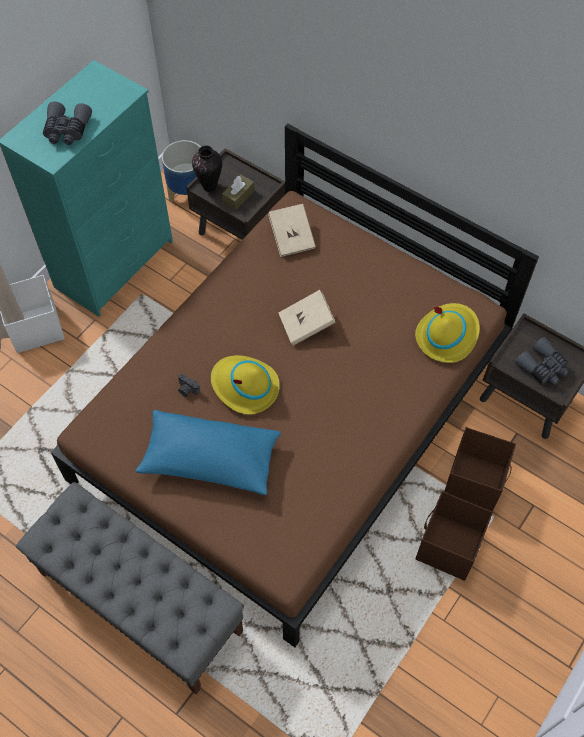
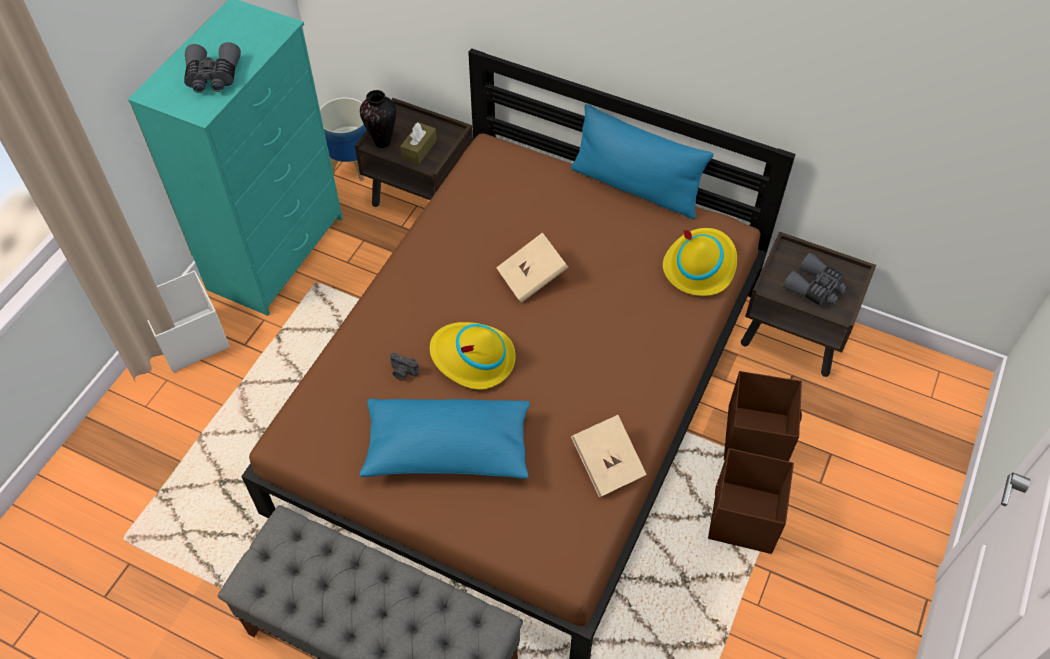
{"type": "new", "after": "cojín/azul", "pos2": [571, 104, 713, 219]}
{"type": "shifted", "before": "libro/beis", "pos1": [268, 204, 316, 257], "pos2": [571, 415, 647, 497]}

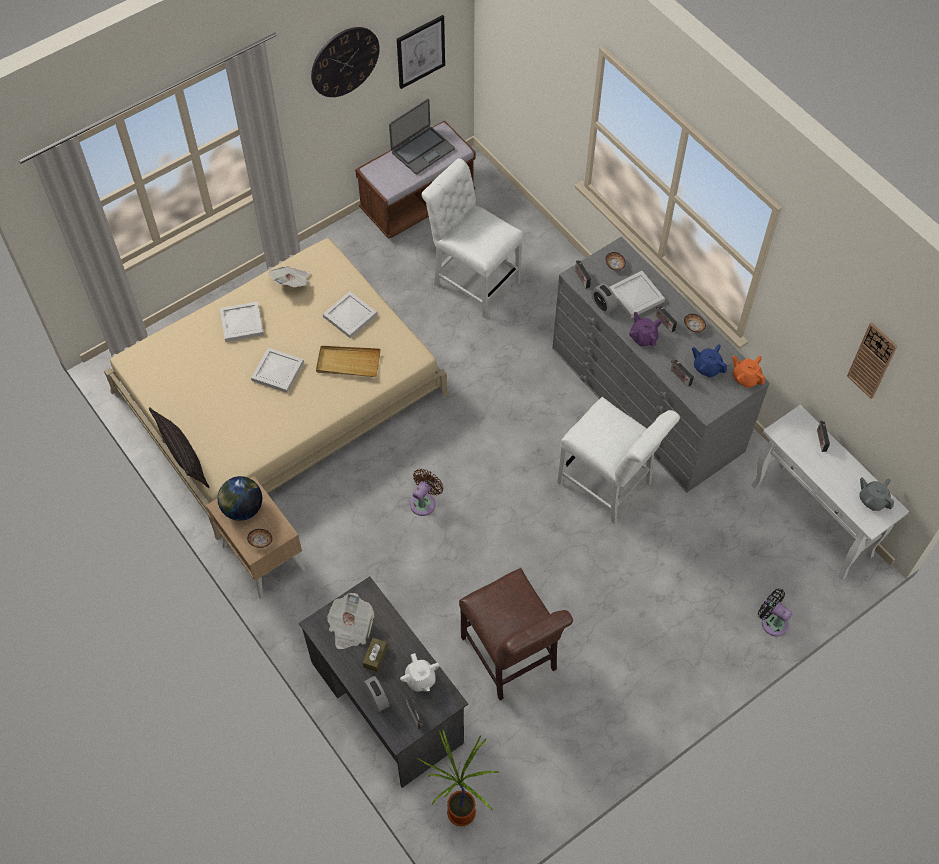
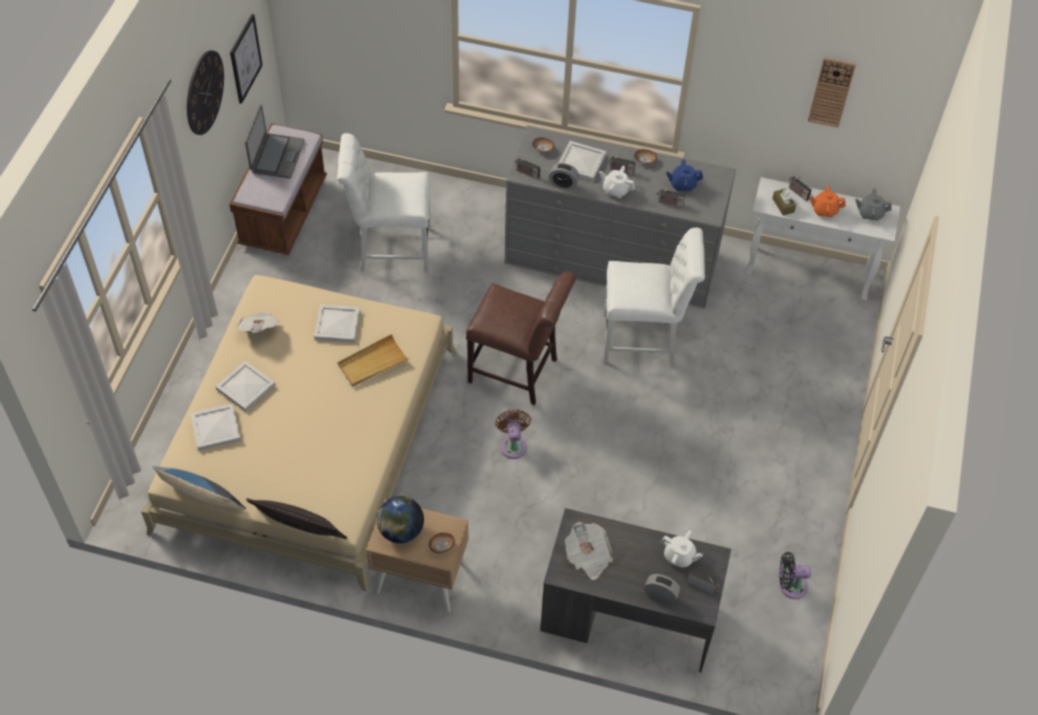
{"type": "gone", "before": "planta en maceta", "pos1": [418, 730, 499, 826]}
{"type": "new", "after": "cojín", "pos2": [152, 466, 246, 510]}
{"type": "shifted", "before": "bandeja/blanco", "pos1": [251, 348, 304, 393], "pos2": [190, 404, 241, 451]}
{"type": "shifted", "before": "caja de pañuelos/marrón", "pos1": [363, 638, 387, 672], "pos2": [772, 188, 796, 215]}
{"type": "shifted", "before": "silla/marrón", "pos1": [459, 568, 573, 700], "pos2": [466, 272, 576, 405]}
{"type": "shifted", "before": "tetera/naranja", "pos1": [732, 356, 765, 388], "pos2": [809, 185, 846, 217]}
{"type": "shifted", "before": "ventilador/negro", "pos1": [758, 588, 792, 637], "pos2": [779, 552, 811, 599]}
{"type": "repainted", "before": "tetera/morado", "after": "tetera/blanco", "pos1": [629, 312, 662, 347], "pos2": [599, 166, 635, 198]}

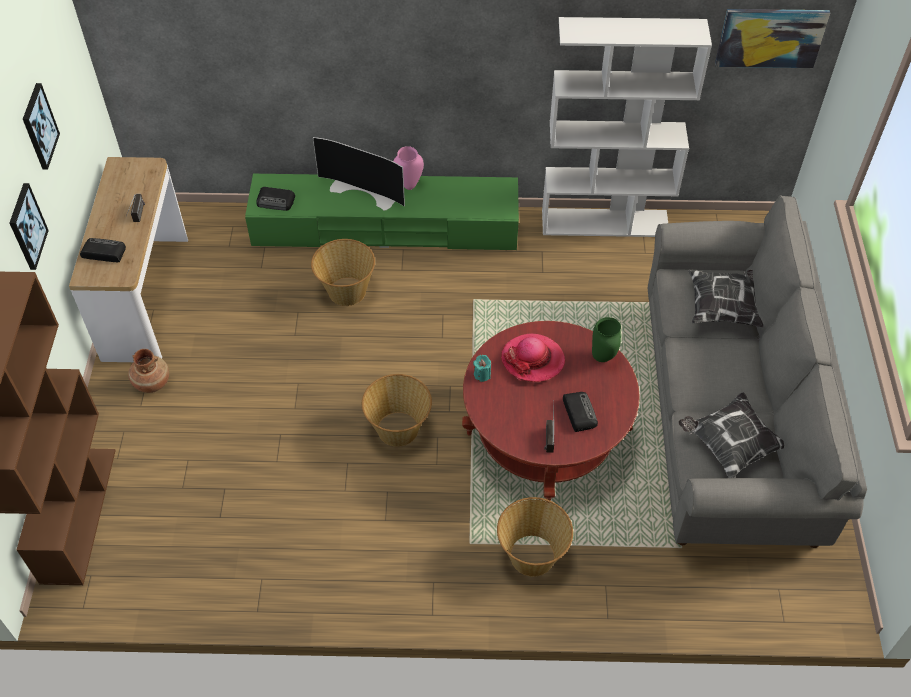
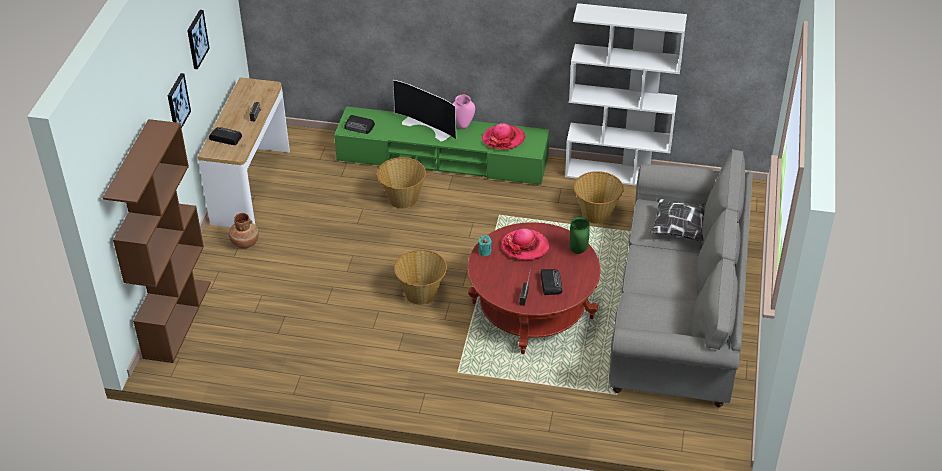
{"type": "gone", "before": "cojín", "pos1": [678, 392, 784, 478]}
{"type": "gone", "before": "cuadro", "pos1": [715, 9, 830, 68]}
{"type": "new", "after": "sombrero", "pos2": [482, 123, 525, 150]}
{"type": "shifted", "before": "cesta", "pos1": [497, 497, 573, 577], "pos2": [574, 171, 624, 224]}

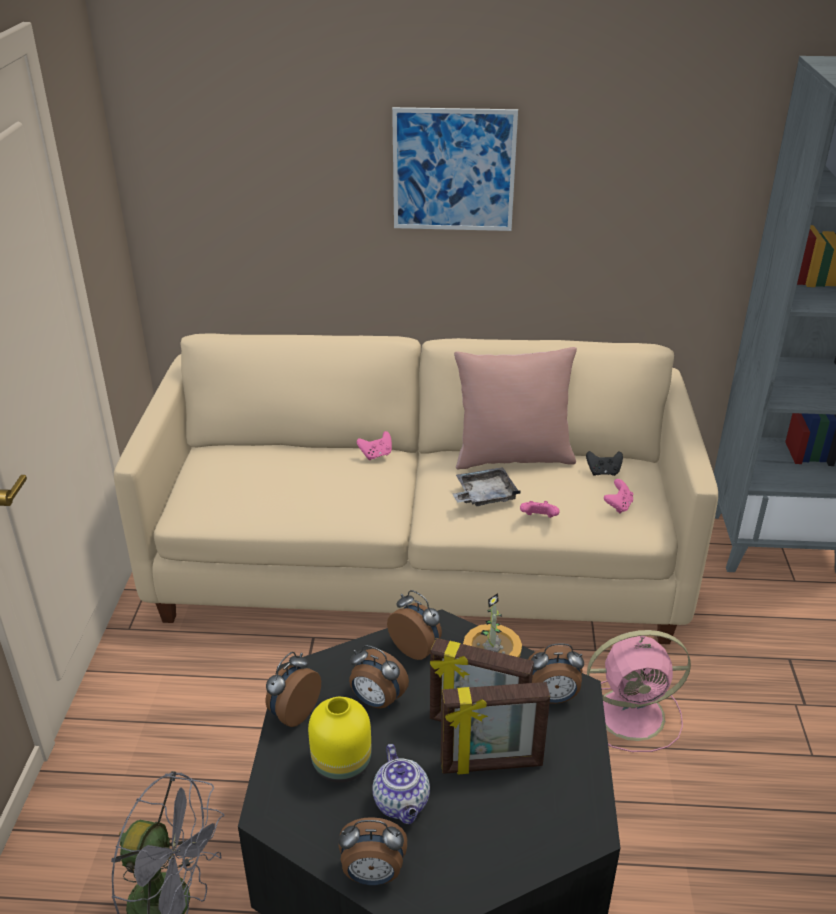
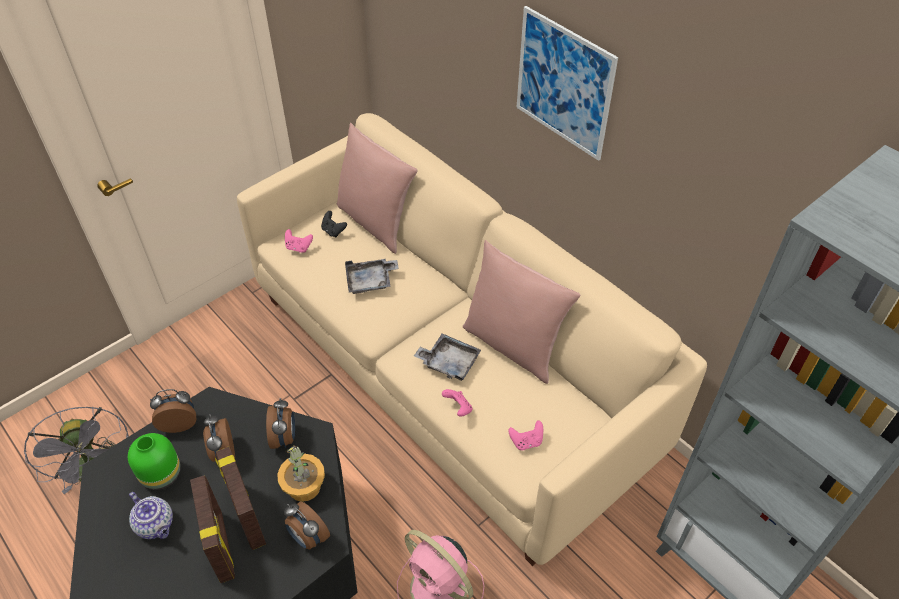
{"type": "gone", "before": "despertador", "pos1": [339, 817, 407, 885]}
{"type": "new", "after": "cojín/rosa", "pos2": [337, 123, 417, 254]}
{"type": "new", "after": "bandeja/gris", "pos2": [345, 259, 399, 294]}
{"type": "shifted", "before": "mando de consola/rosa", "pos1": [357, 431, 392, 460], "pos2": [285, 229, 313, 253]}
{"type": "shifted", "before": "mando de consola/negro", "pos1": [586, 451, 623, 476], "pos2": [321, 211, 347, 237]}
{"type": "repainted", "before": "florero/amarillo", "after": "florero/verde", "pos1": [308, 697, 371, 783], "pos2": [128, 433, 181, 490]}
{"type": "rotated", "before": "tetera", "pos1": [372, 744, 430, 824], "pos2": [129, 492, 173, 539], "turn": -75}
{"type": "rotated", "before": "portarretratos", "pos1": [441, 682, 550, 774], "pos2": [190, 476, 235, 583], "turn": -150}

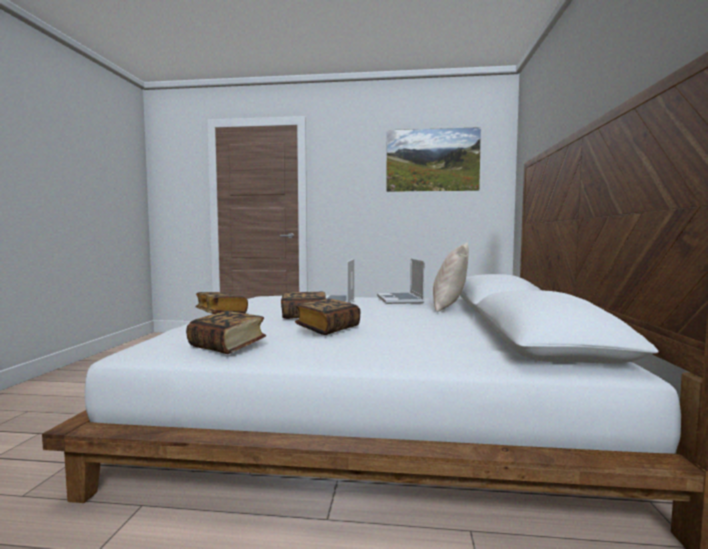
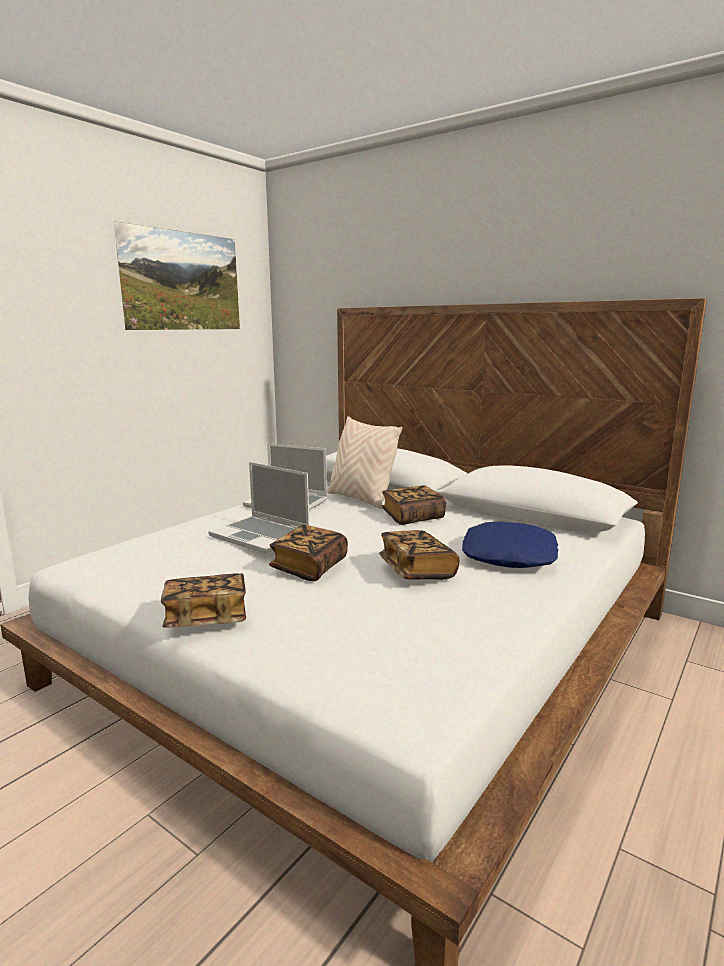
{"type": "new", "after": "cojín/azul", "pos2": [462, 521, 559, 568]}
{"type": "shifted", "before": "libro", "pos1": [186, 311, 266, 354], "pos2": [382, 485, 446, 525]}

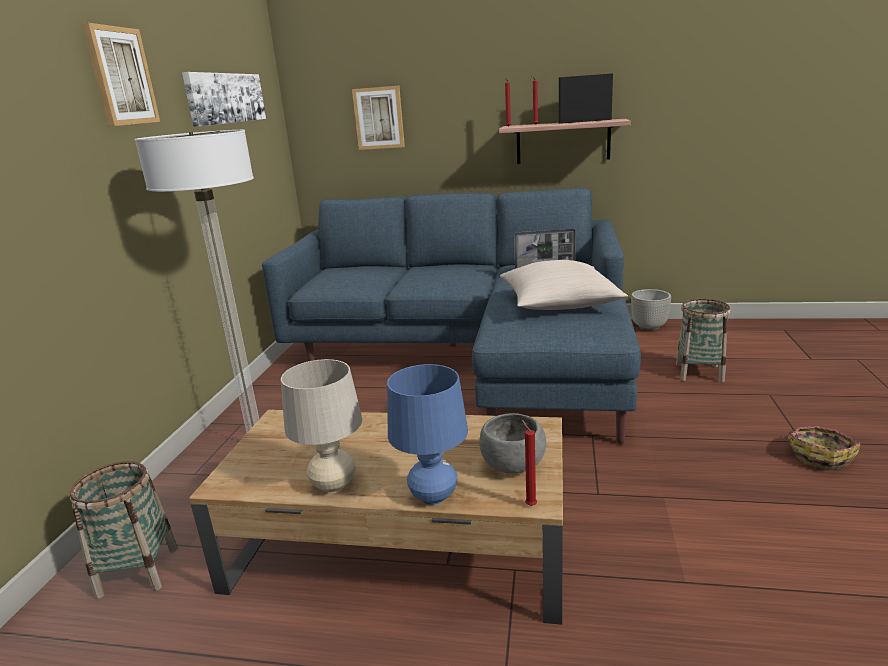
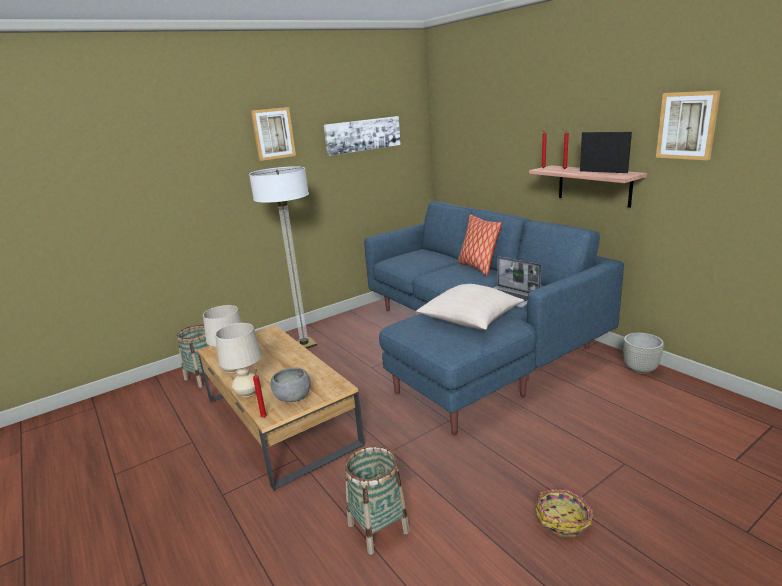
{"type": "new", "after": "cojín", "pos2": [458, 214, 502, 276]}
{"type": "shifted", "before": "cuadro", "pos1": [352, 86, 405, 150], "pos2": [656, 90, 721, 160]}
{"type": "shifted", "before": "cesta", "pos1": [676, 299, 731, 382], "pos2": [345, 445, 410, 555]}
{"type": "repainted", "before": "lámpara de mesa/azul", "after": "lámpara de mesa/beis", "pos1": [387, 364, 468, 505], "pos2": [215, 323, 262, 397]}

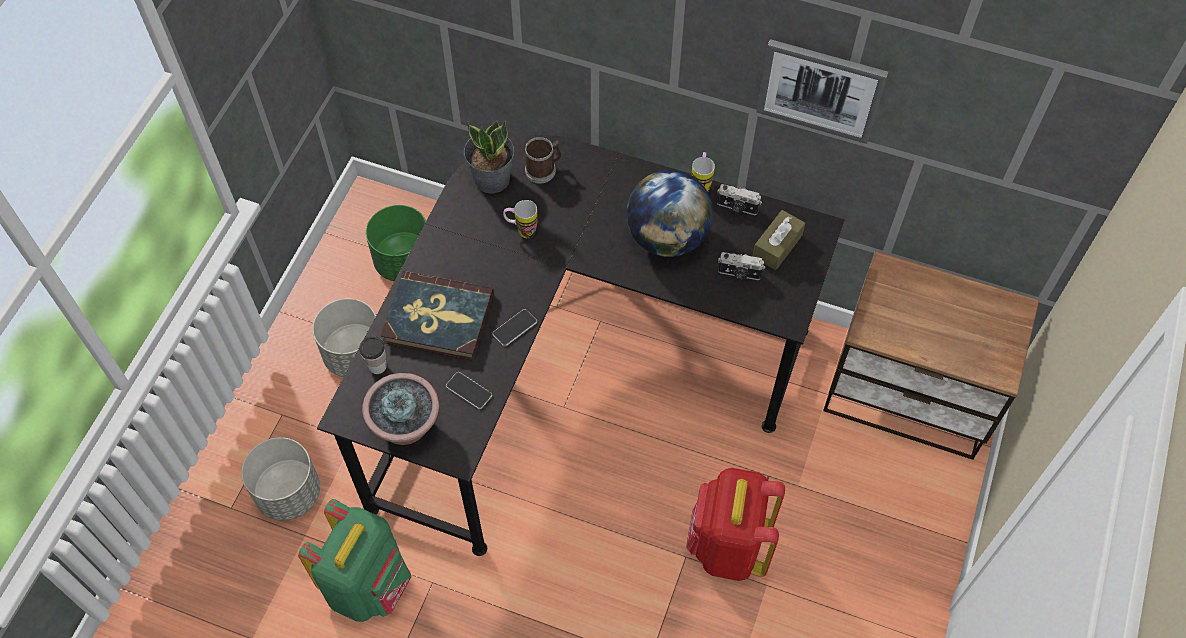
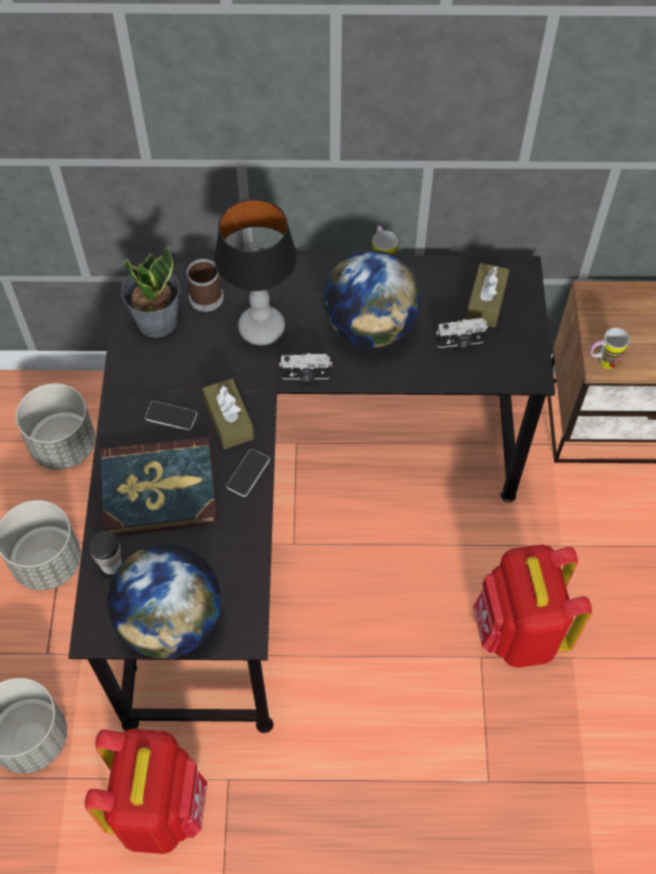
{"type": "gone", "before": "cuadro", "pos1": [756, 39, 888, 144]}
{"type": "new", "after": "caja de pañuelos/marrón", "pos2": [202, 378, 254, 449]}
{"type": "new", "after": "lámpara de mesa", "pos2": [214, 199, 297, 345]}
{"type": "shifted", "before": "móvil", "pos1": [446, 372, 492, 409], "pos2": [145, 401, 197, 430]}
{"type": "shifted", "before": "taza grande", "pos1": [503, 200, 538, 238], "pos2": [590, 328, 630, 369]}
{"type": "shifted", "before": "cámara", "pos1": [717, 184, 762, 215], "pos2": [279, 353, 332, 382]}
{"type": "swapped", "before": "planta en maceta", "after": "globo terráqueo", "pos1": [362, 373, 439, 445], "pos2": [107, 544, 221, 658]}
{"type": "repainted", "before": "mochila/verde", "after": "mochila/rojo", "pos1": [298, 499, 412, 622], "pos2": [85, 729, 207, 854]}
{"type": "repainted", "before": "maceta/verde", "after": "maceta/gris", "pos1": [366, 205, 426, 281], "pos2": [16, 383, 95, 470]}

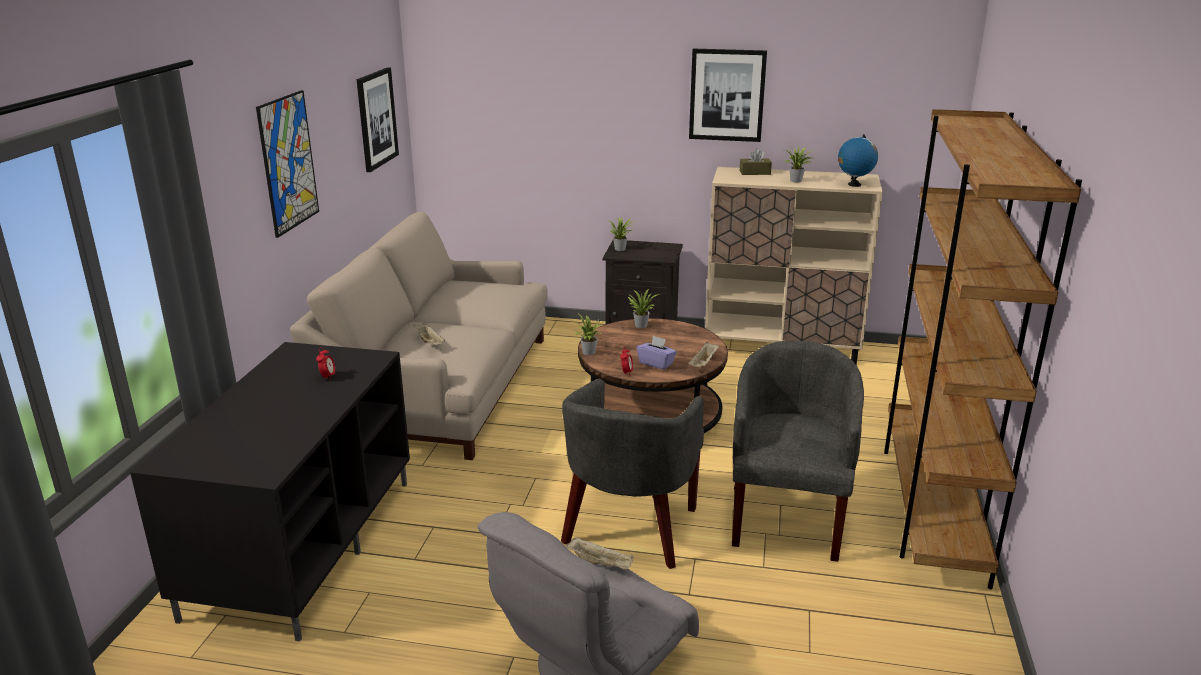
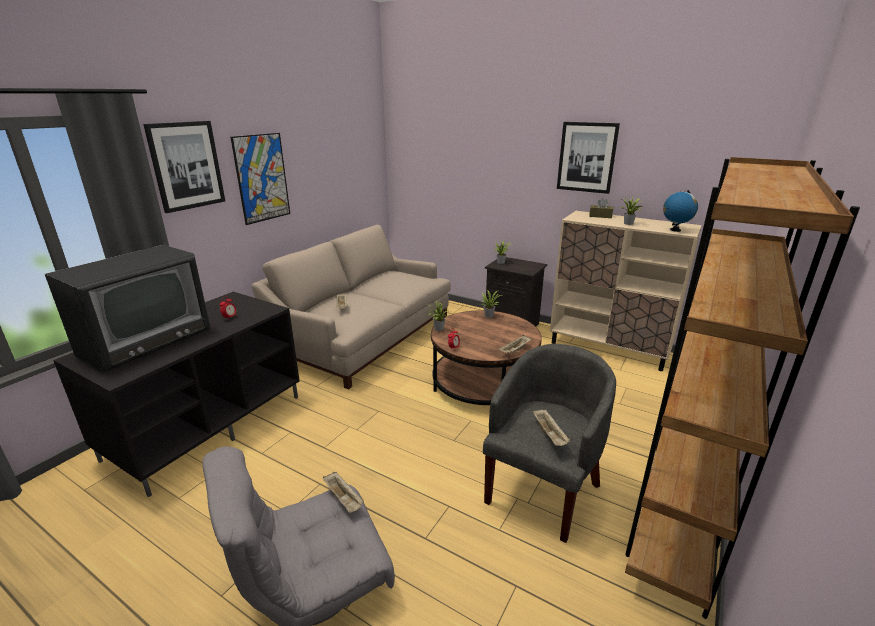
{"type": "gone", "before": "sillón/gris", "pos1": [561, 379, 704, 569]}
{"type": "gone", "before": "caja de pañuelos/morado", "pos1": [637, 336, 677, 370]}
{"type": "new", "after": "televisor", "pos2": [45, 245, 211, 373]}
{"type": "new", "after": "bandeja/beis", "pos2": [532, 409, 570, 446]}
{"type": "shifted", "before": "cuadro", "pos1": [357, 67, 399, 172], "pos2": [143, 121, 225, 213]}

